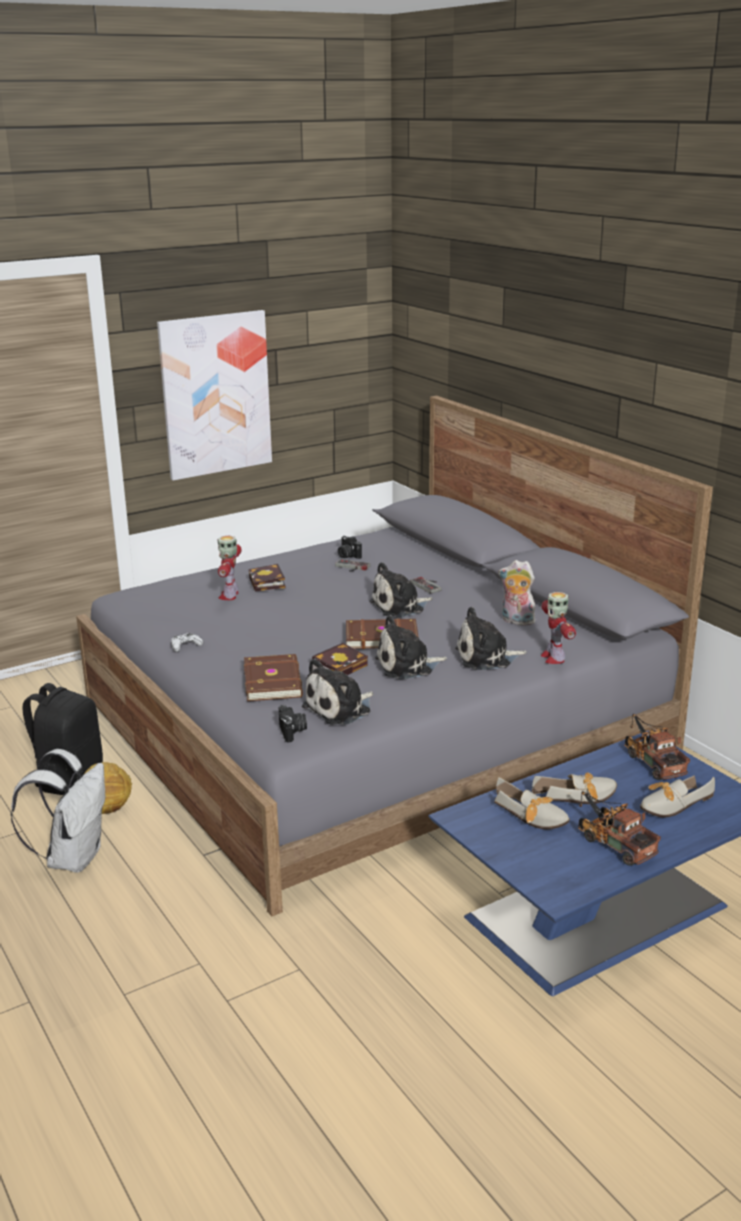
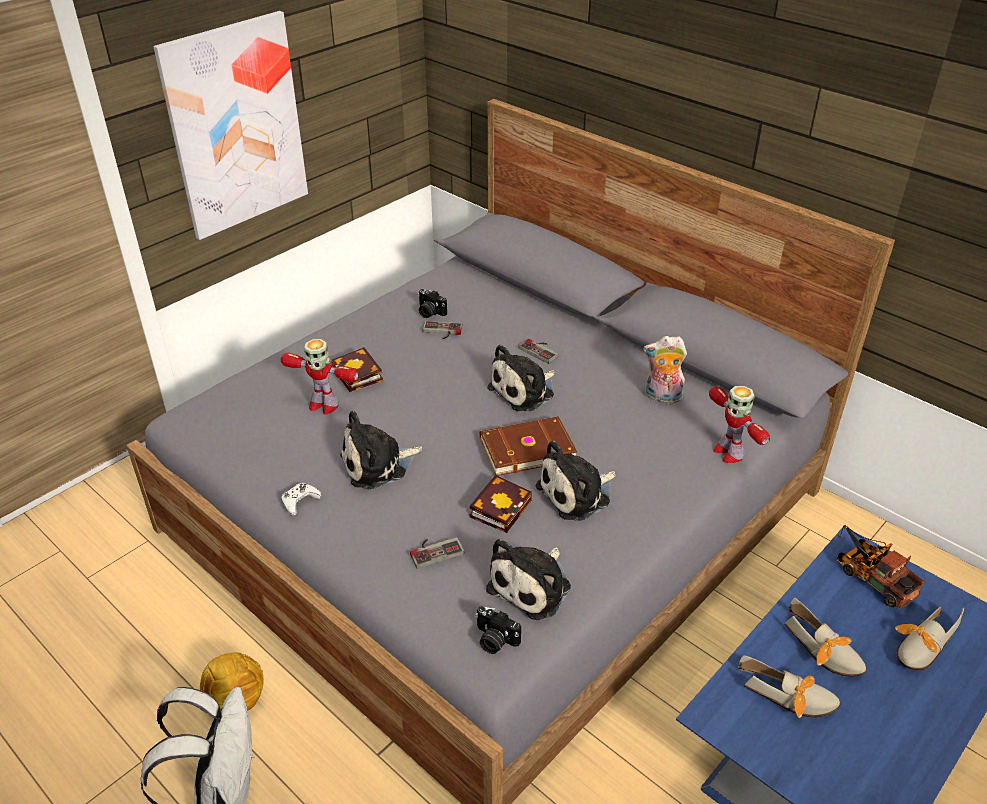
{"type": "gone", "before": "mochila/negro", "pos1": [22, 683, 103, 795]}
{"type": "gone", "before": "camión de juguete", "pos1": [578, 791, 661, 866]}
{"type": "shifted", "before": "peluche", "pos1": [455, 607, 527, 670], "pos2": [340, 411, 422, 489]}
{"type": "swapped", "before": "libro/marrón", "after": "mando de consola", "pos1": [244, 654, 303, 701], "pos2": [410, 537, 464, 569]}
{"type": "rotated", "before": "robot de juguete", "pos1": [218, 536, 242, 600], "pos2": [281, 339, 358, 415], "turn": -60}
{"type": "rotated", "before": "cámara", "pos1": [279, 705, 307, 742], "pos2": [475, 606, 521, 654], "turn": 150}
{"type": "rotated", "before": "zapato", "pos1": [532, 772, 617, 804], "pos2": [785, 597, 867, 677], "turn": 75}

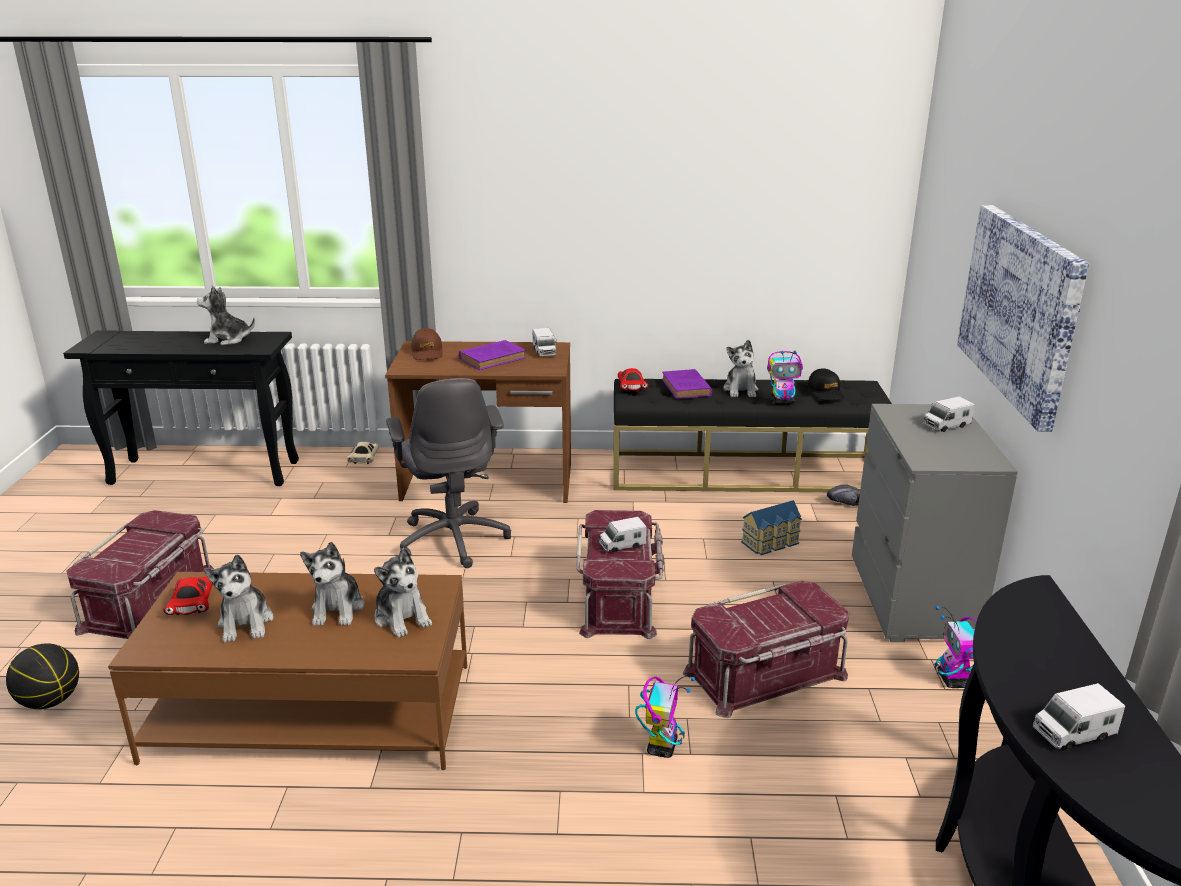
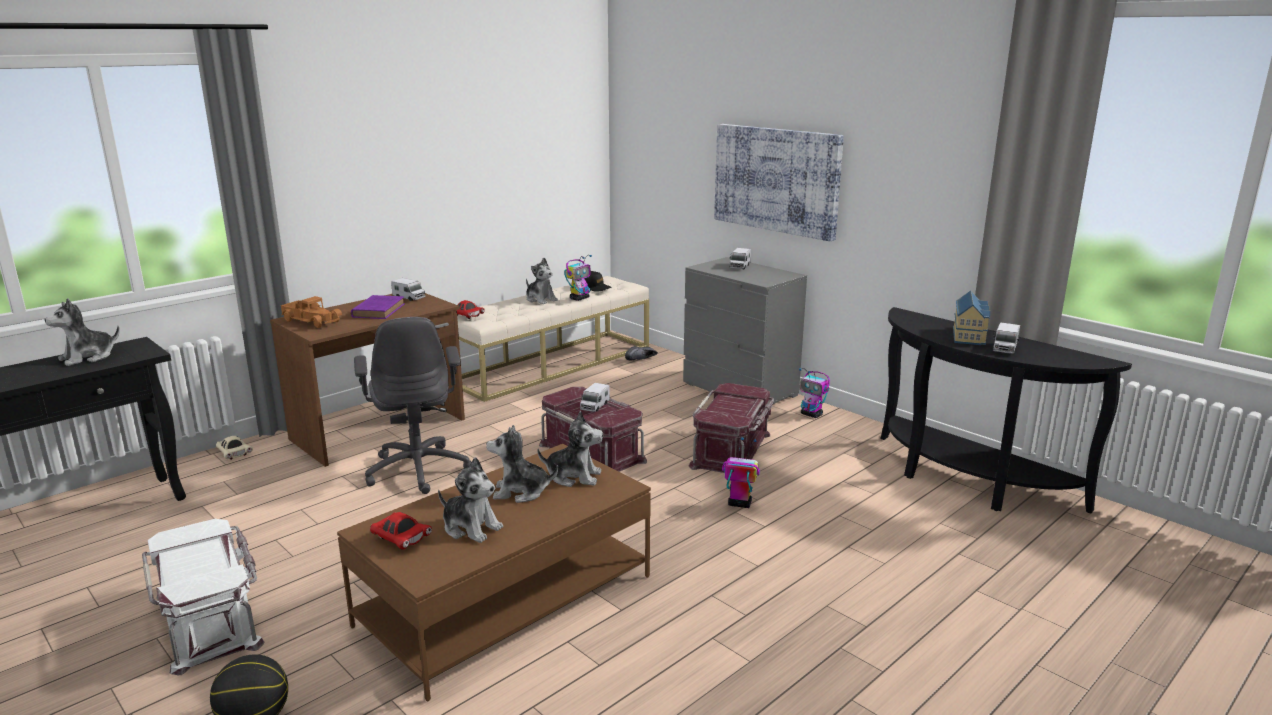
{"type": "gone", "before": "libro/morado", "pos1": [662, 369, 712, 399]}
{"type": "shifted", "before": "casita", "pos1": [741, 500, 802, 555], "pos2": [953, 291, 990, 345]}
{"type": "swapped", "before": "gorra/marrón", "after": "camión de juguete", "pos1": [411, 328, 443, 360], "pos2": [281, 296, 342, 328]}
{"type": "repainted", "before": "caja de almacenaje/rojo", "after": "caja de almacenaje/blanco", "pos1": [66, 510, 214, 639], "pos2": [142, 519, 264, 675]}
{"type": "repainted", "before": "banco/negro", "after": "banco/beis", "pos1": [614, 379, 892, 492], "pos2": [457, 276, 649, 402]}
{"type": "rotated", "before": "peluche", "pos1": [300, 542, 364, 626], "pos2": [486, 425, 558, 503], "turn": 135}
{"type": "rotated", "before": "silla de oficina/gris", "pos1": [386, 378, 511, 568], "pos2": [354, 317, 471, 494], "turn": 45}
{"type": "rotated", "before": "robot de juguete", "pos1": [635, 676, 695, 758], "pos2": [722, 437, 760, 508], "turn": -45}

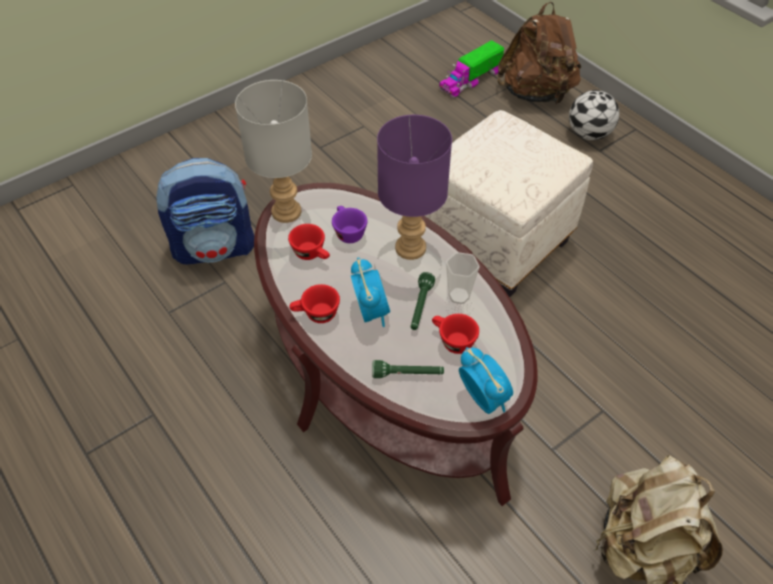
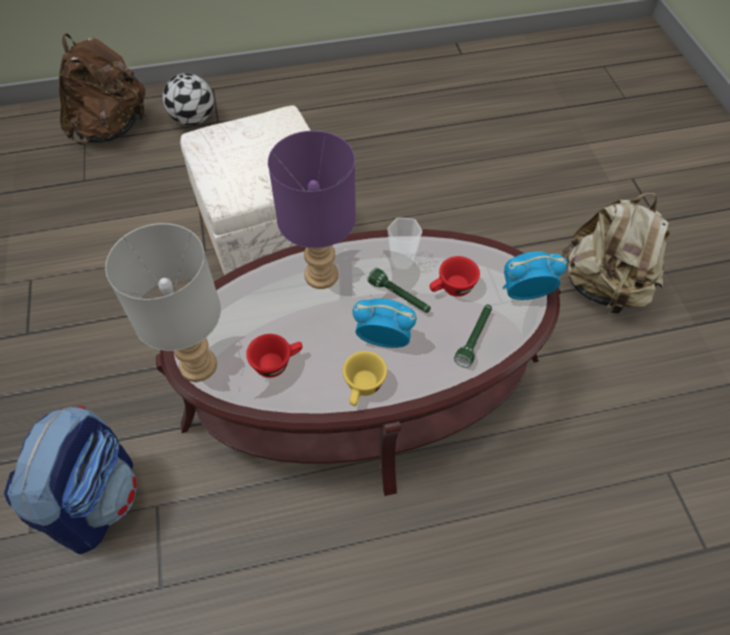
{"type": "gone", "before": "taza/morado", "pos1": [332, 206, 367, 243]}
{"type": "gone", "before": "camión de juguete", "pos1": [439, 40, 504, 98]}
{"type": "repainted", "before": "taza/rojo", "after": "taza/amarillo", "pos1": [290, 284, 340, 323], "pos2": [343, 351, 387, 406]}

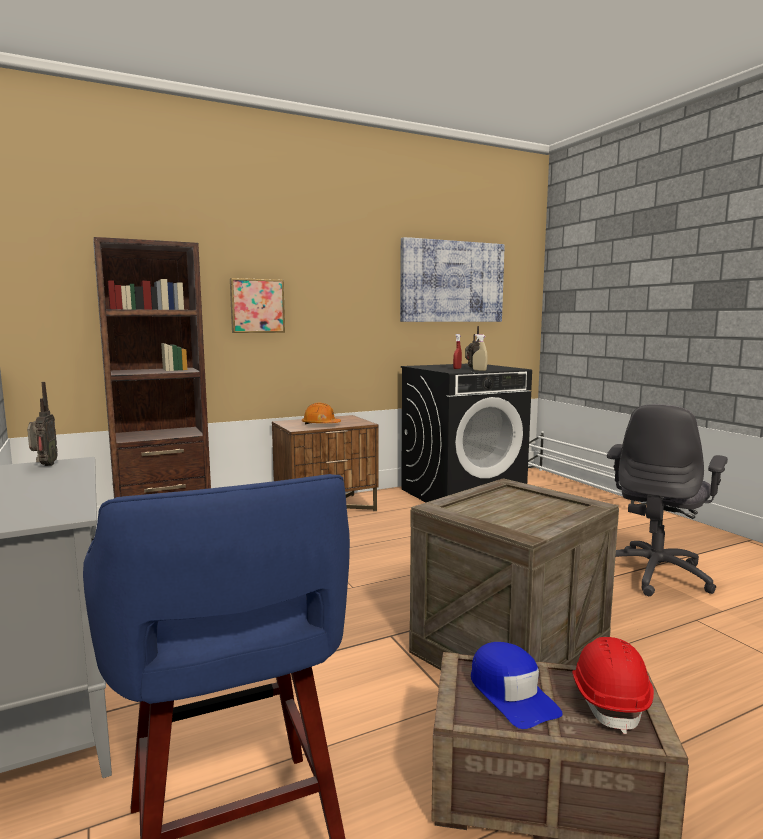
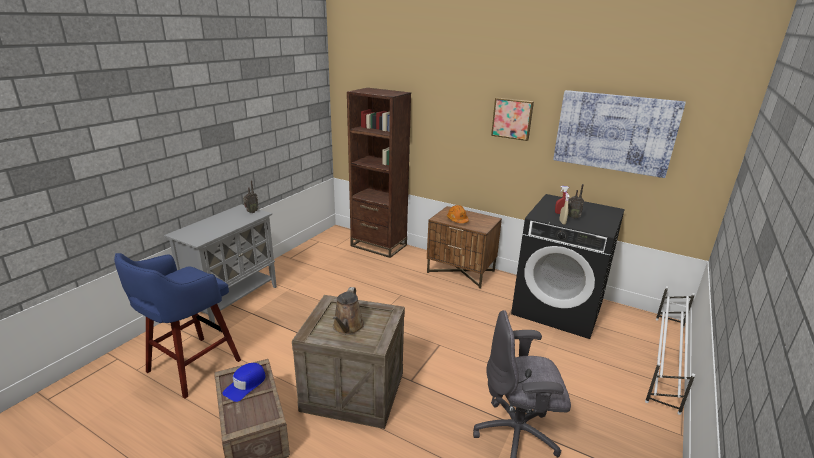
{"type": "gone", "before": "casco/rojo", "pos1": [572, 637, 654, 734]}
{"type": "new", "after": "regadera/marrón", "pos2": [333, 287, 365, 335]}
{"type": "shifted", "before": "cuadro", "pos1": [230, 278, 285, 333], "pos2": [491, 97, 534, 141]}

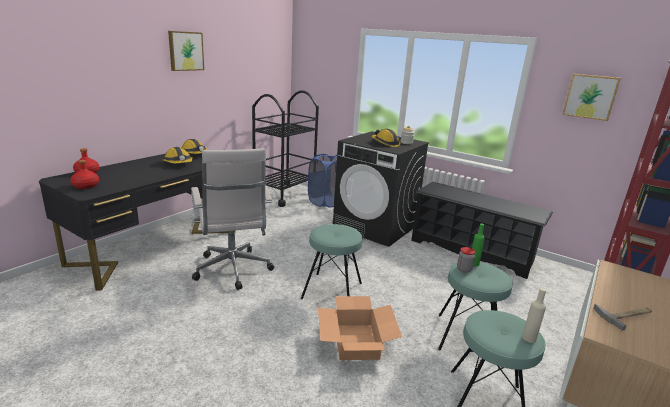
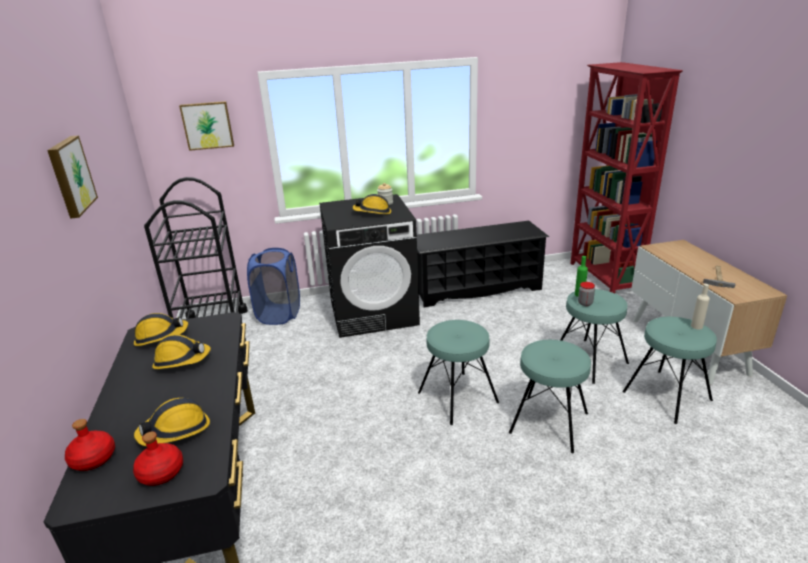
{"type": "gone", "before": "silla de oficina/blanco", "pos1": [191, 148, 274, 290]}
{"type": "new", "after": "casco", "pos2": [134, 398, 210, 446]}
{"type": "shifted", "before": "cuadro", "pos1": [562, 74, 621, 121], "pos2": [179, 101, 234, 151]}
{"type": "swapped", "before": "caja de cartón", "after": "taburete/turquesa", "pos1": [318, 296, 402, 360], "pos2": [509, 340, 591, 453]}

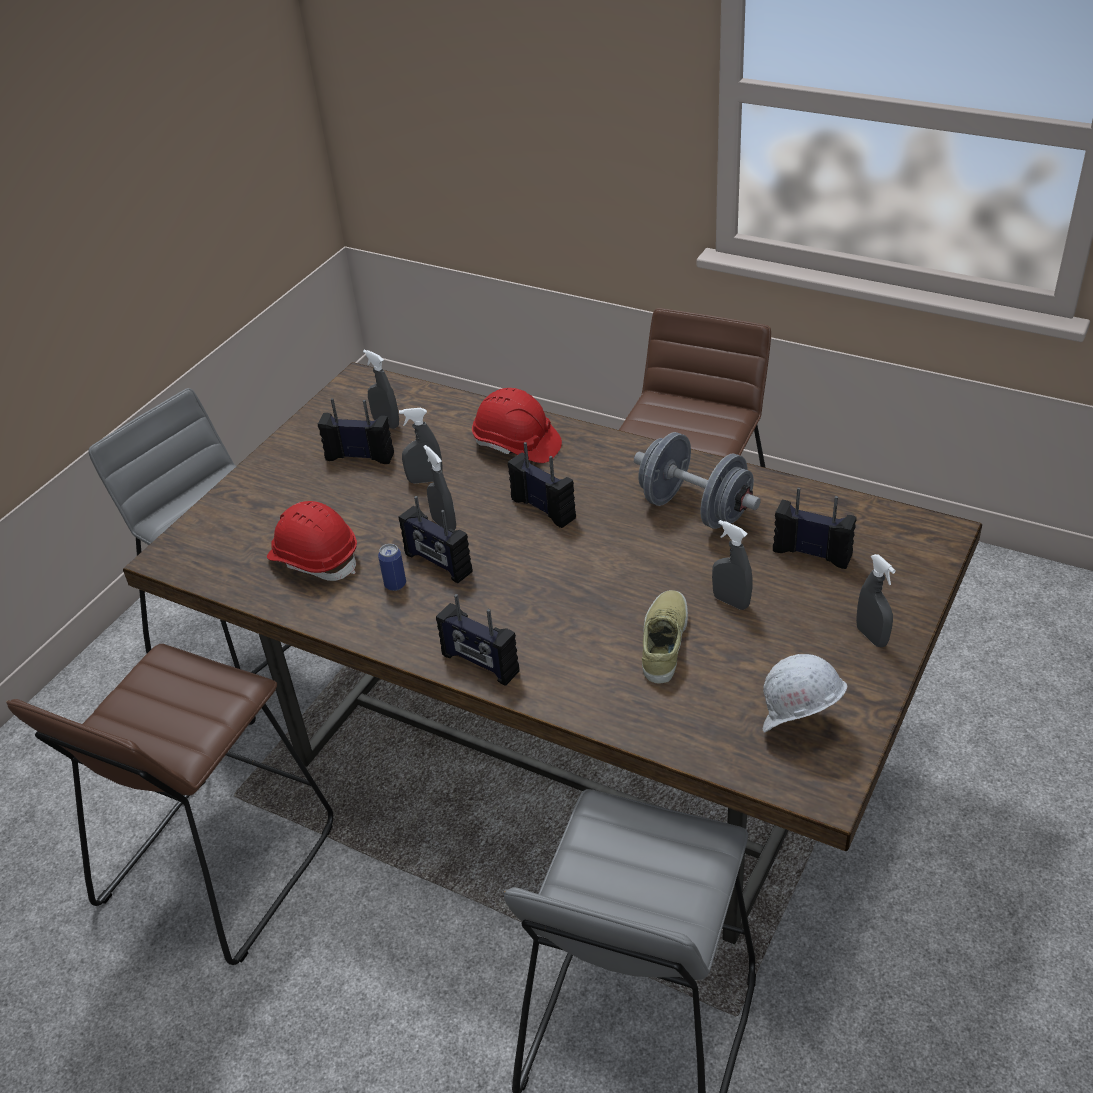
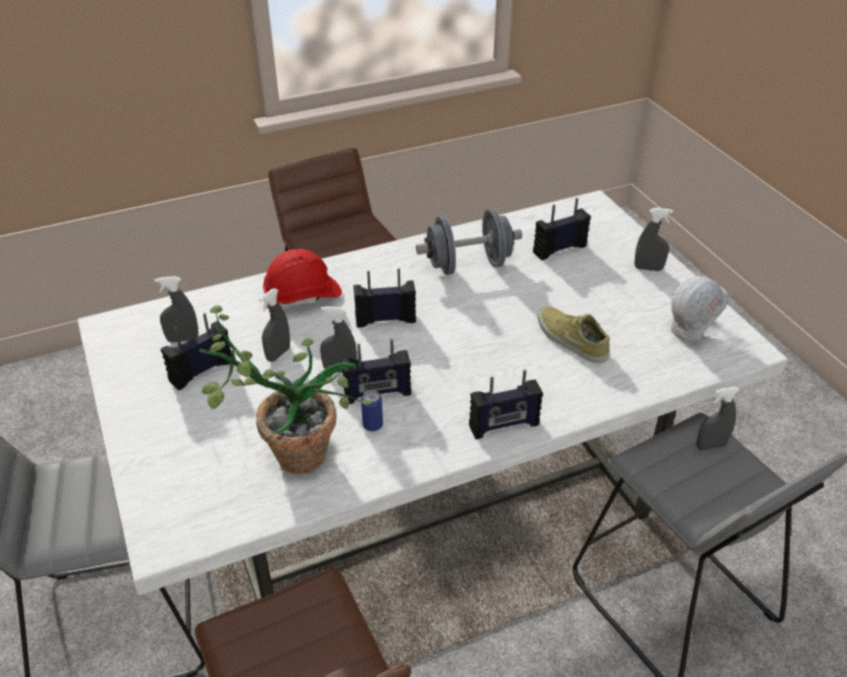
{"type": "shifted", "before": "pulverizador/gris", "pos1": [712, 520, 753, 610], "pos2": [696, 387, 740, 451]}
{"type": "swapped", "before": "casco/rojo", "after": "planta en maceta", "pos1": [267, 501, 357, 581], "pos2": [199, 306, 372, 474]}
{"type": "repainted", "before": "mesa de comedor/marrón", "after": "mesa de comedor/blanco", "pos1": [123, 362, 982, 944], "pos2": [77, 190, 788, 600]}

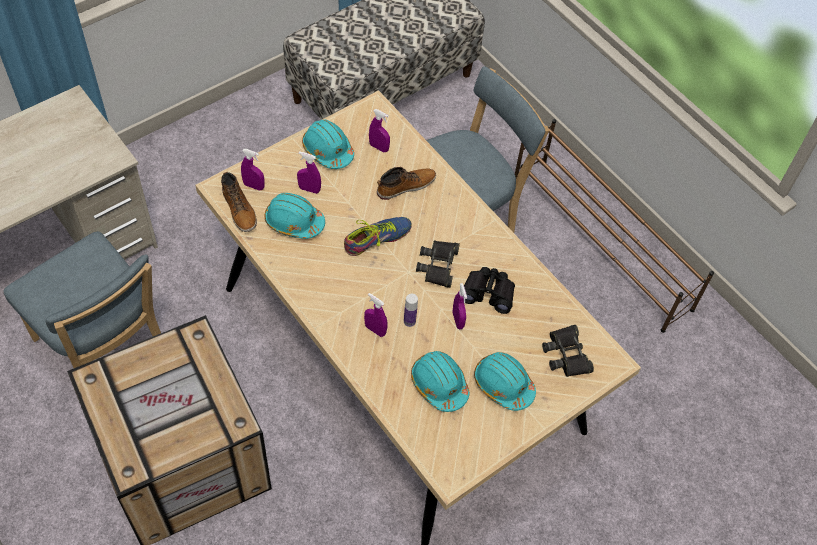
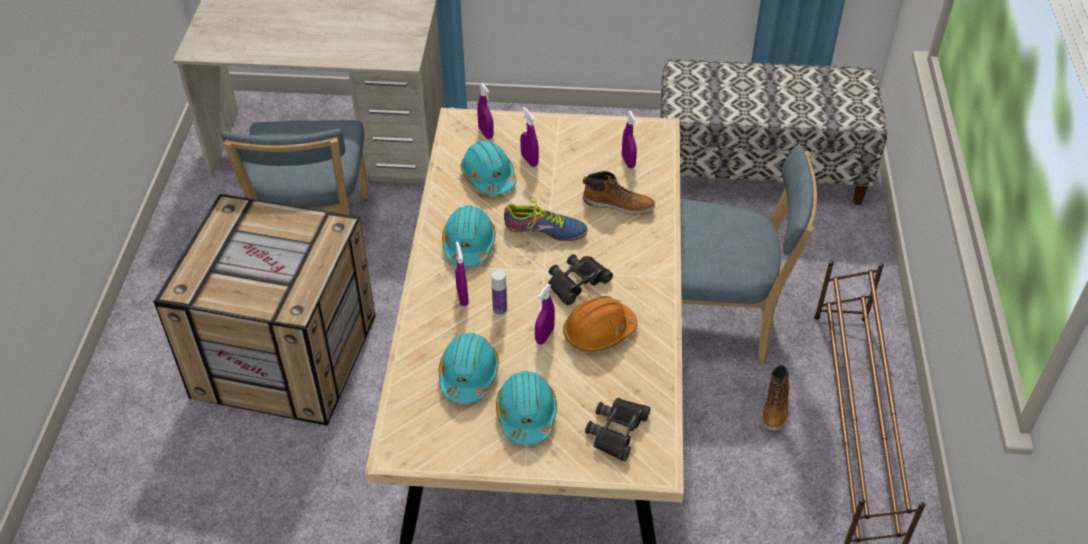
{"type": "shifted", "before": "bota", "pos1": [221, 172, 257, 232], "pos2": [762, 365, 789, 431]}
{"type": "shifted", "before": "casco/turquesa", "pos1": [302, 120, 354, 169], "pos2": [442, 205, 496, 267]}
{"type": "swapped", "before": "prismáticos/negro", "after": "casco/naranja", "pos1": [464, 267, 515, 314], "pos2": [563, 296, 637, 352]}

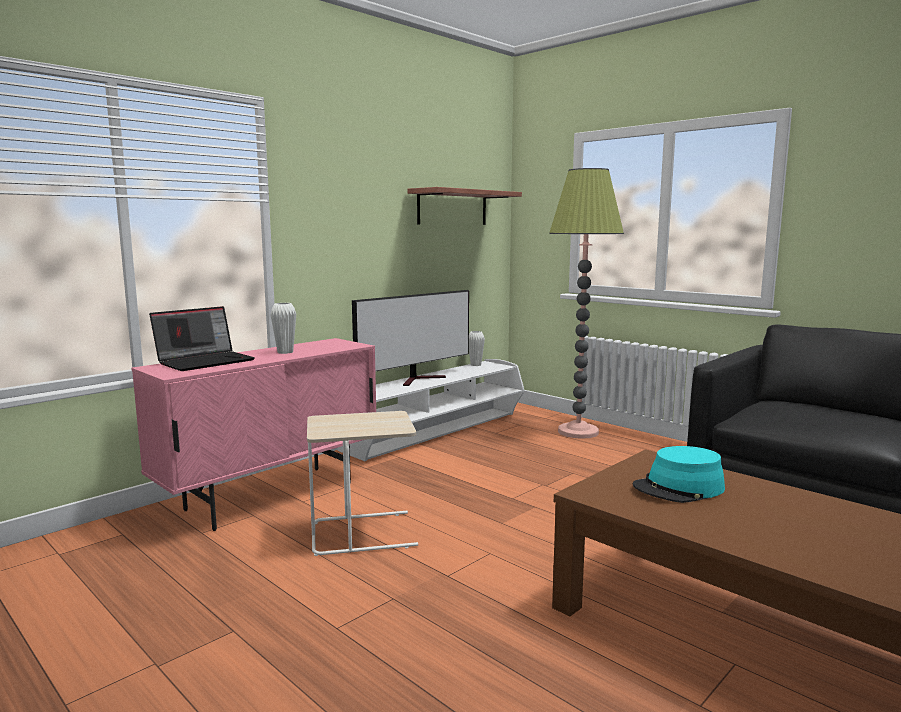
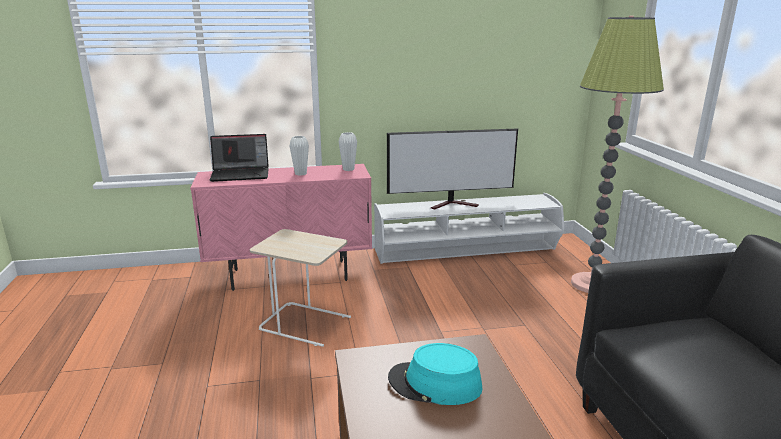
{"type": "gone", "before": "estante", "pos1": [407, 187, 522, 225]}
{"type": "shifted", "before": "florero/blanco", "pos1": [469, 331, 485, 366], "pos2": [339, 132, 357, 171]}

